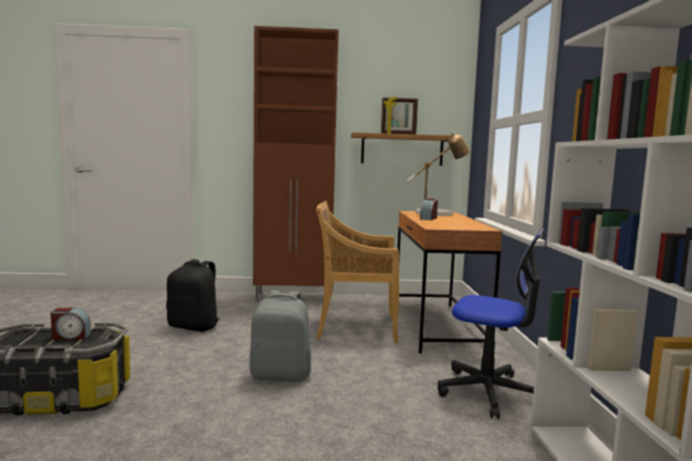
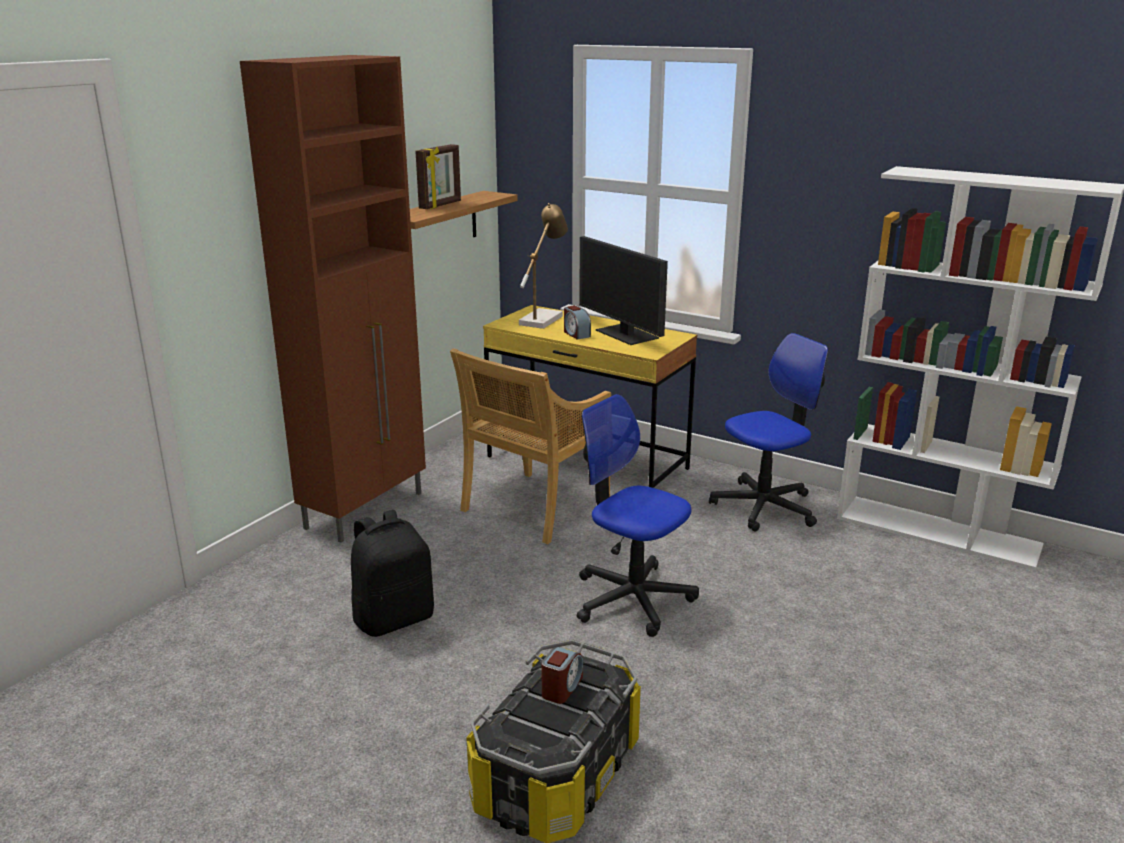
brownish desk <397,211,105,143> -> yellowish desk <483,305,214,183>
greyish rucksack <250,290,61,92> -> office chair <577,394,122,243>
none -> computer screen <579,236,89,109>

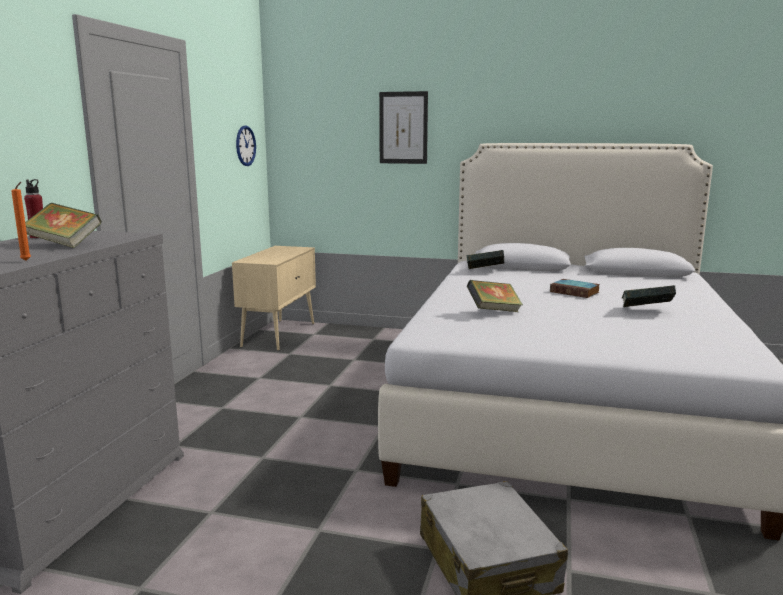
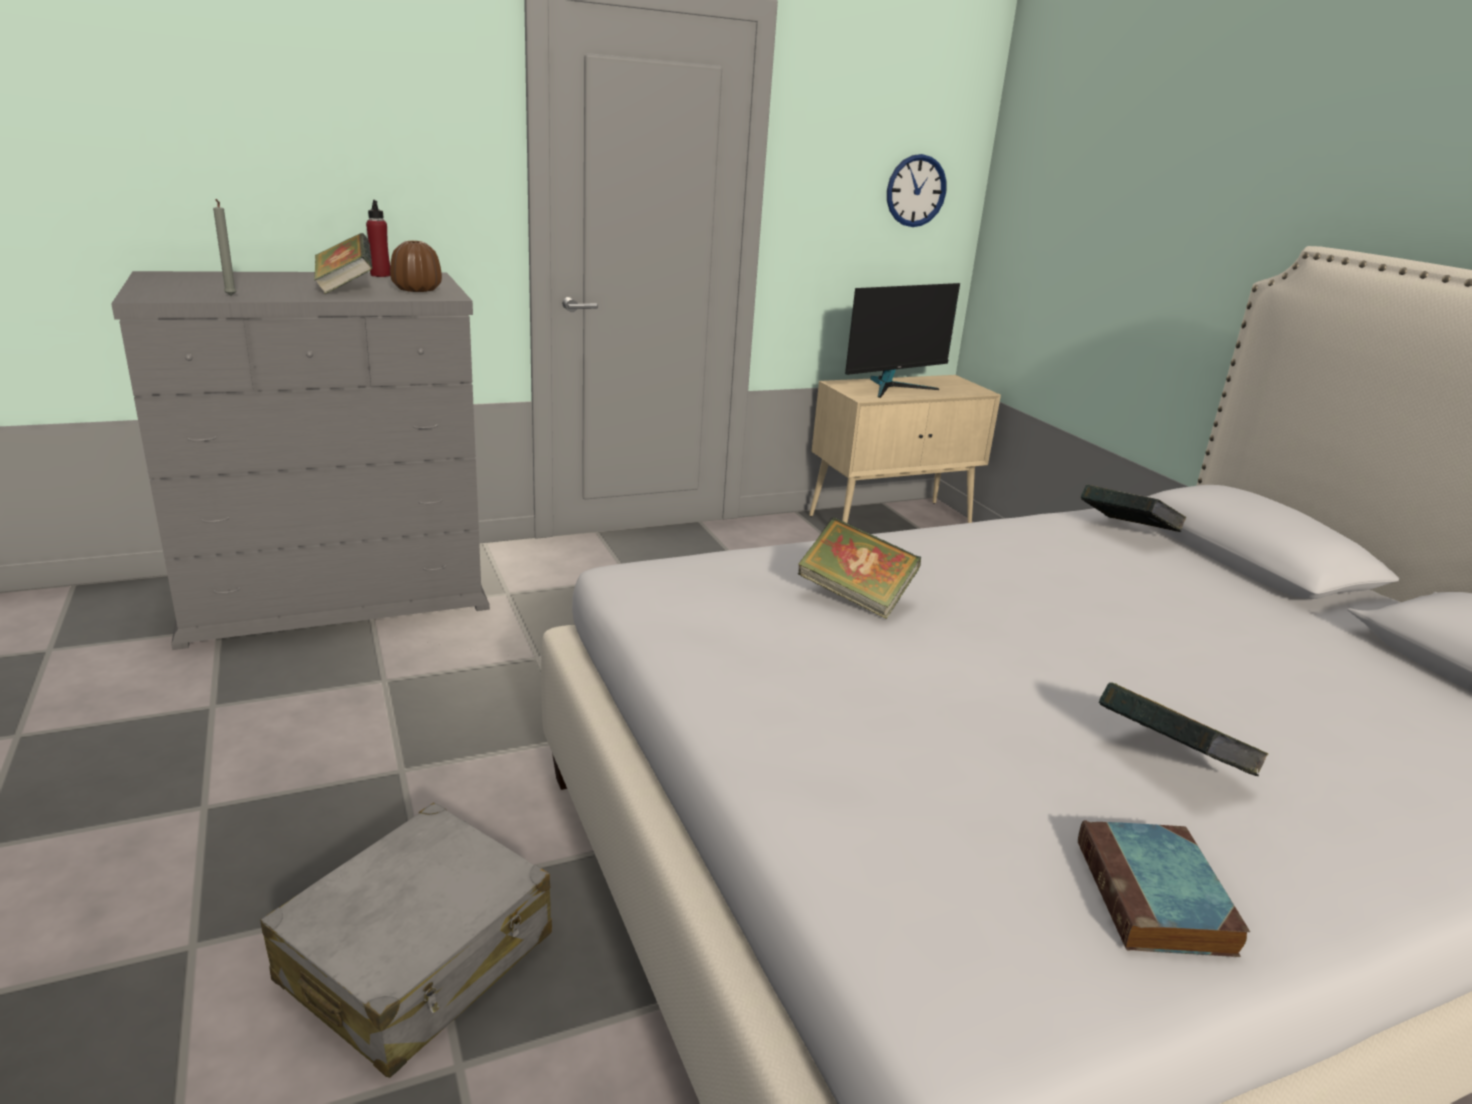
orange candle <11,182,20,79> -> greyish candle <213,199,23,97>
none -> brownish flower vase <390,241,52,51>
none -> computer screen <845,283,115,115>
volume <550,279,50,19> -> volume <1078,820,172,137>, relocated
wall picture <379,91,49,73> -> none

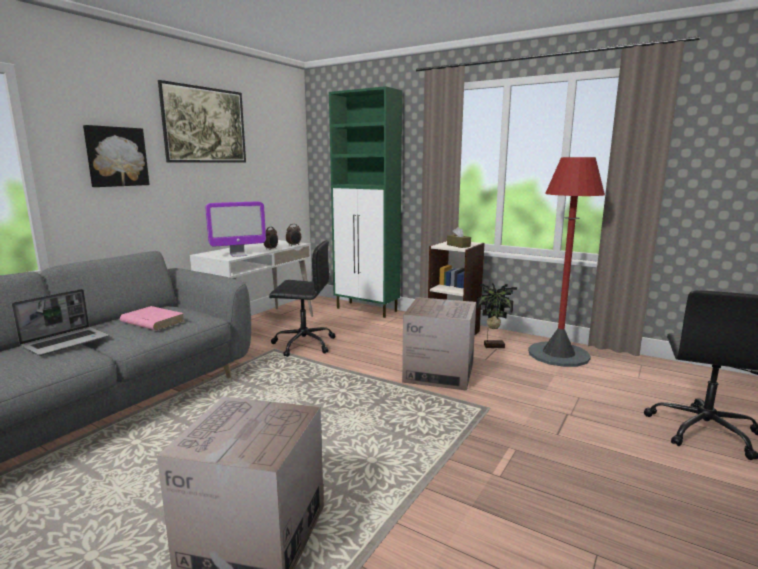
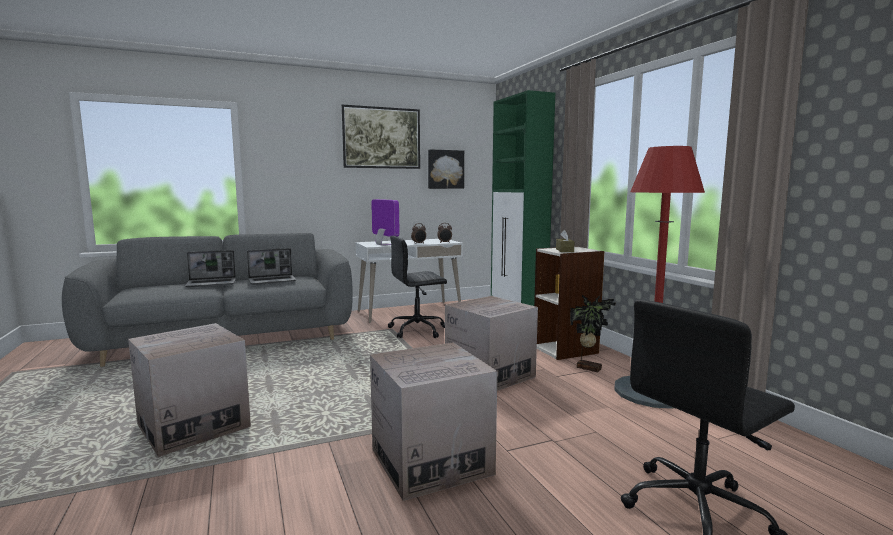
pinkish volume <120,306,64,24> -> laptop <247,248,50,37>
none -> cardboard box <370,342,127,159>
computer screen <206,201,60,56> -> computer screen <371,199,28,47>, 135 degrees counterclockwise
black office chair <269,240,66,117> -> black office chair <388,236,59,102>, 120 degrees clockwise
wall picture <83,125,67,62> -> wall picture <428,149,36,40>, relocated

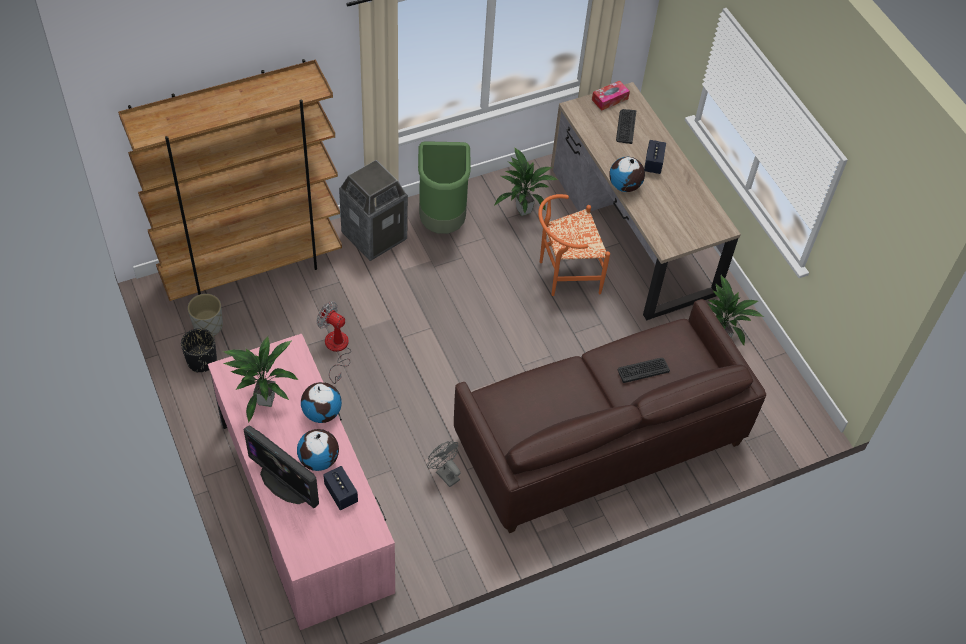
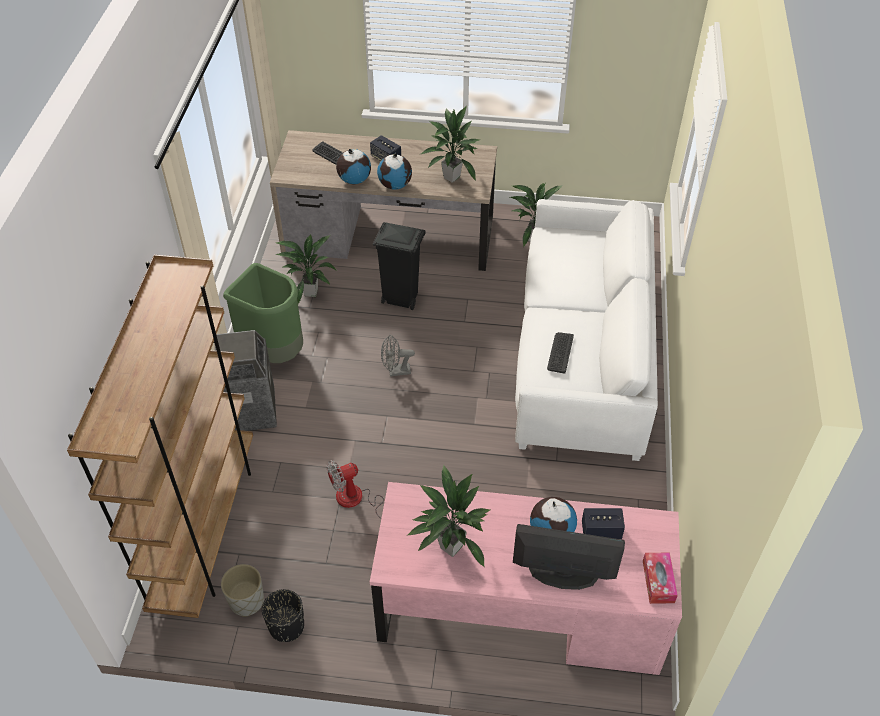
globe <301,382,41,41> -> globe <336,149,35,35>, relocated
orange chair <538,194,72,102> -> black trash can <373,222,52,88>
greyish cooling fan <427,441,33,46> -> greyish cooling fan <381,335,34,42>, relocated
none -> plant in a pot <421,106,60,77>
computer screen <244,425,75,83> -> computer screen <513,524,112,66>, 150 degrees counterclockwise
brownish couch <454,299,312,234> -> white couch <515,199,143,262>
computer keyboard <618,358,52,25> -> computer keyboard <547,332,27,42>, relocated
tissue box <592,81,38,30> -> tissue box <643,552,35,52>, relocated

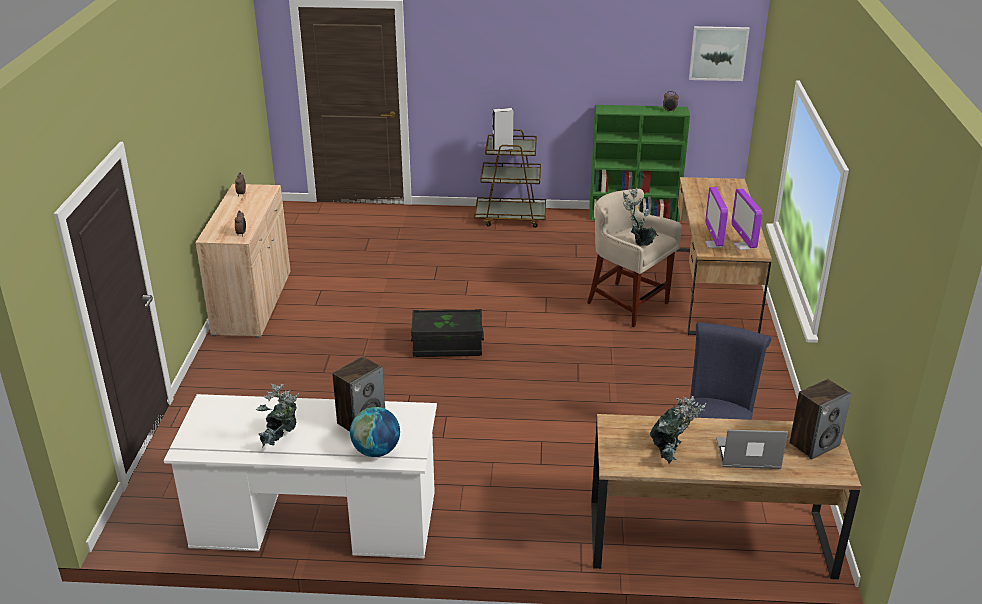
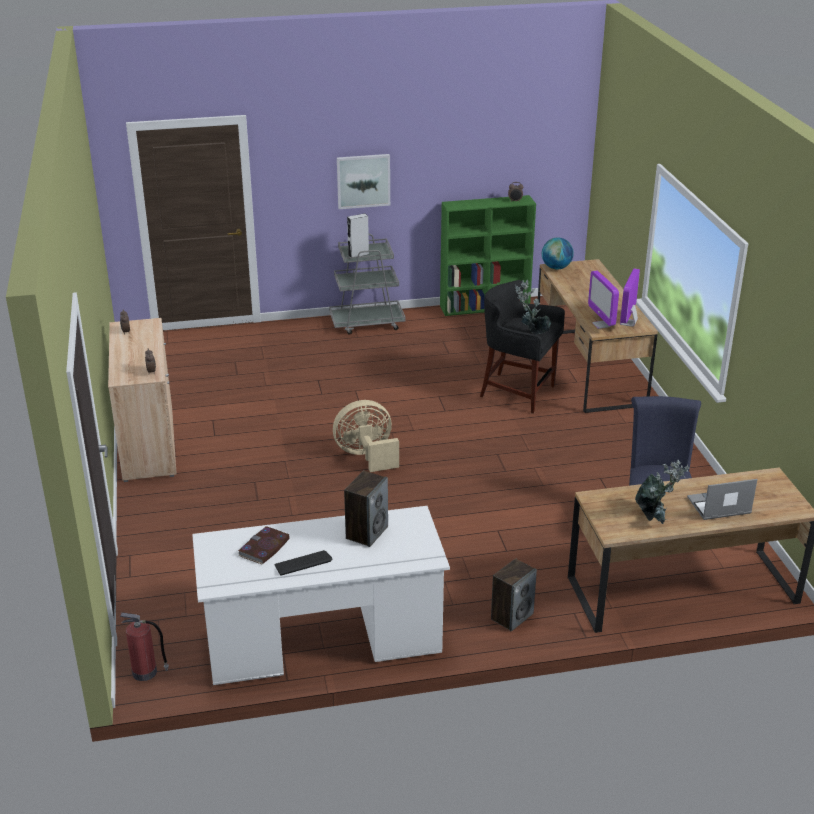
none -> extinguisher <120,613,49,68>
none -> volume <238,526,52,38>
plant in a pot <255,383,44,64> -> computer keyboard <274,550,58,26>
brownish trolley <474,129,72,99> -> greyish trolley <329,234,77,101>
black storage box <411,309,73,48> -> beige-coloured cooling fan <333,400,66,72>
wall picture <689,26,61,55> -> wall picture <337,154,53,55>, relocated
beige-coloured stool seat <587,189,95,139> -> black stool seat <480,280,85,134>
audio speaker <789,379,62,81> -> audio speaker <491,558,46,73>, relocated
globe <350,407,50,50> -> globe <542,237,32,32>, relocated
computer screen <731,188,31,62> -> computer screen <620,269,20,58>, 45 degrees clockwise

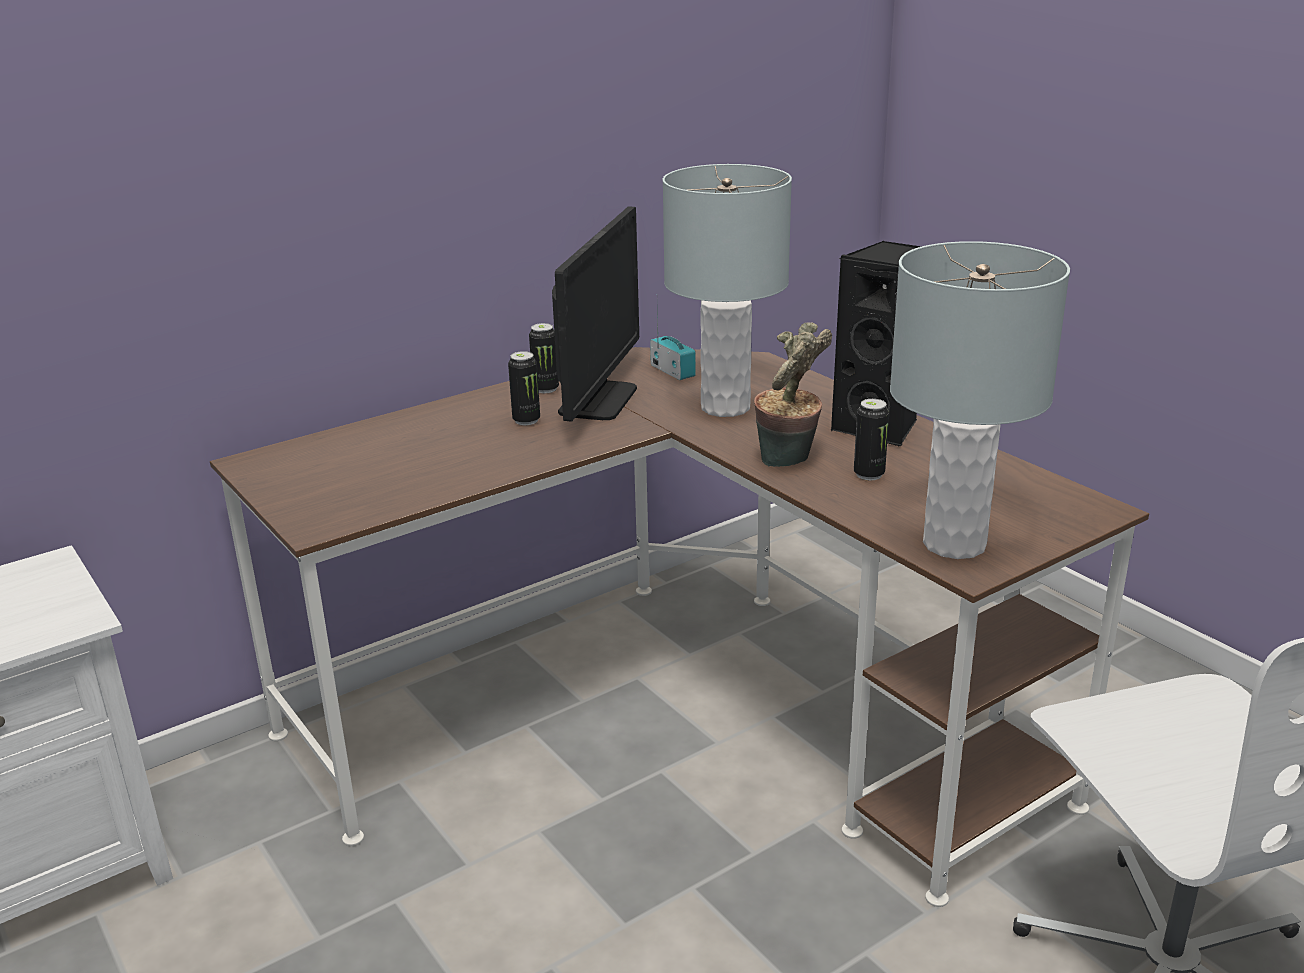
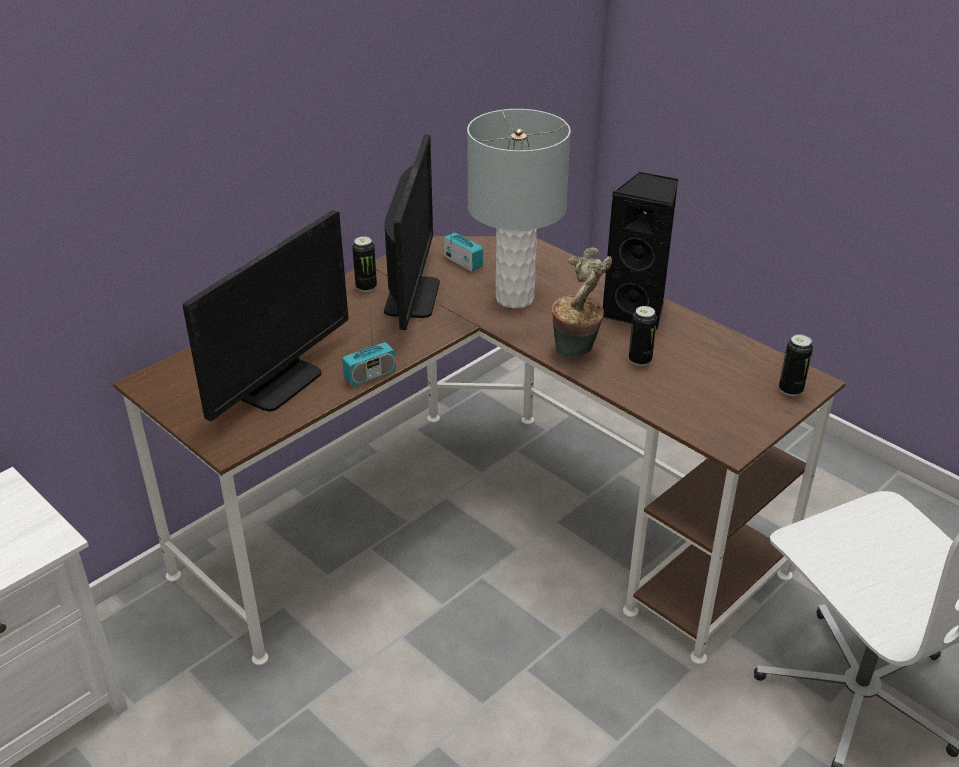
none -> computer screen <183,210,165,211>
none -> radio set <342,305,54,81>
sealed can <508,351,32,74> -> sealed can <779,334,34,62>, relocated
greyish tabletop lamp <890,241,180,318> -> none

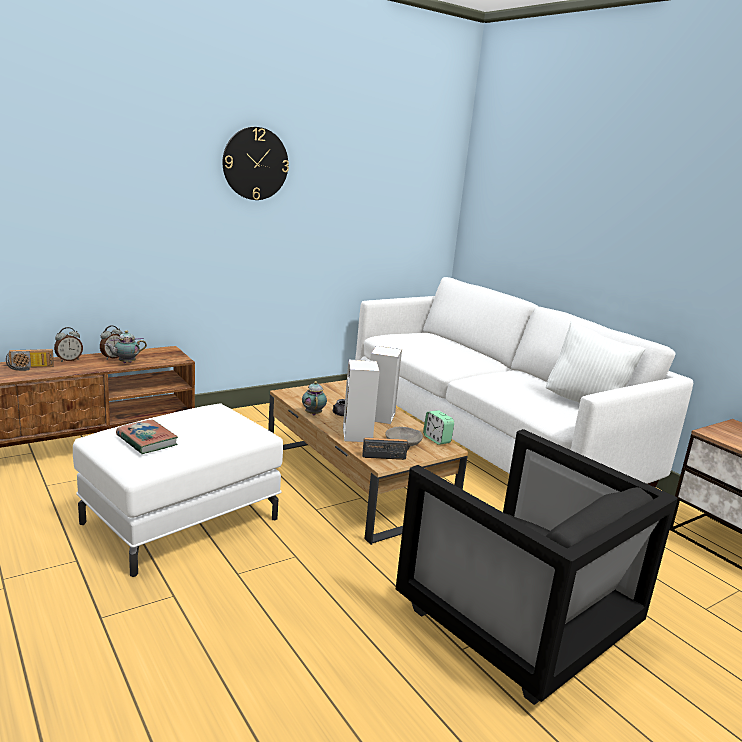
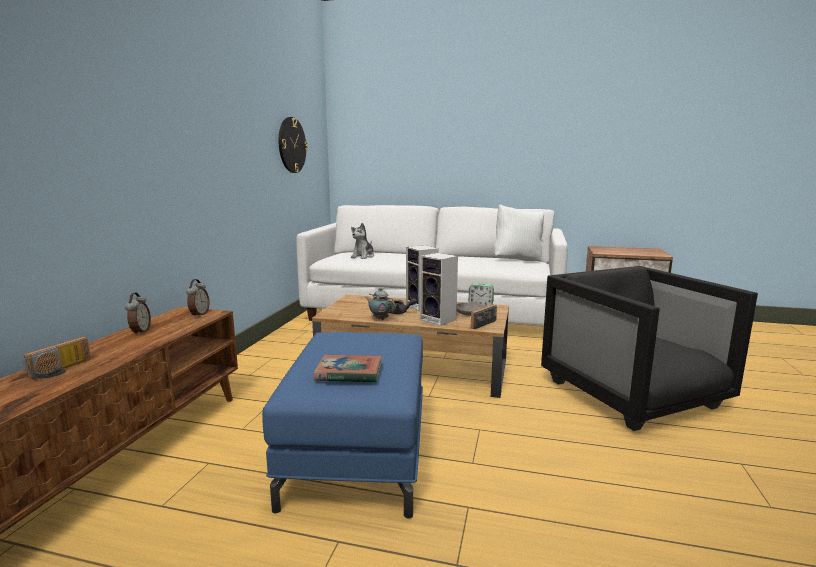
bedside clock <54,327,29,35> -> bedside clock <186,279,24,38>, relocated
white ottoman <73,403,210,174> -> blue ottoman <262,332,161,186>
wall clock <223,127,66,73> -> wall clock <279,117,29,56>, relocated
none -> cuddly toy <351,223,23,36>
black easy chair <396,429,282,276> -> black easy chair <541,266,217,165>, 120 degrees counterclockwise
pot for tea <105,331,42,32> -> none

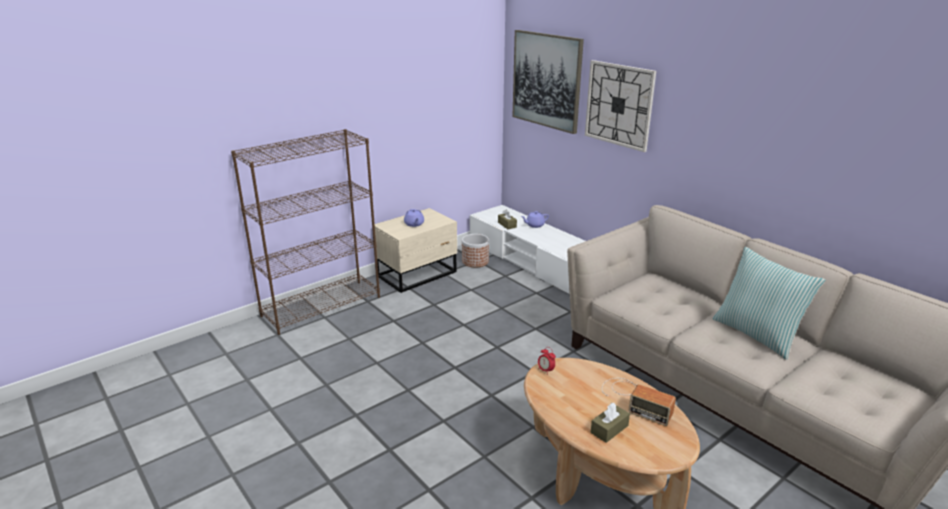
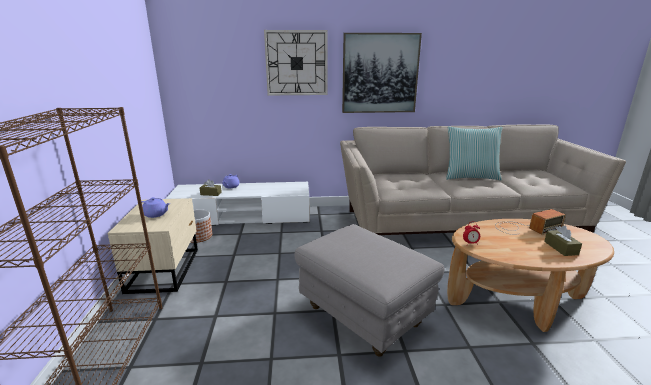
none -> greyish ottoman <295,224,149,133>
wall picture <512,30,72,104> -> wall picture <342,33,80,80>, relocated

